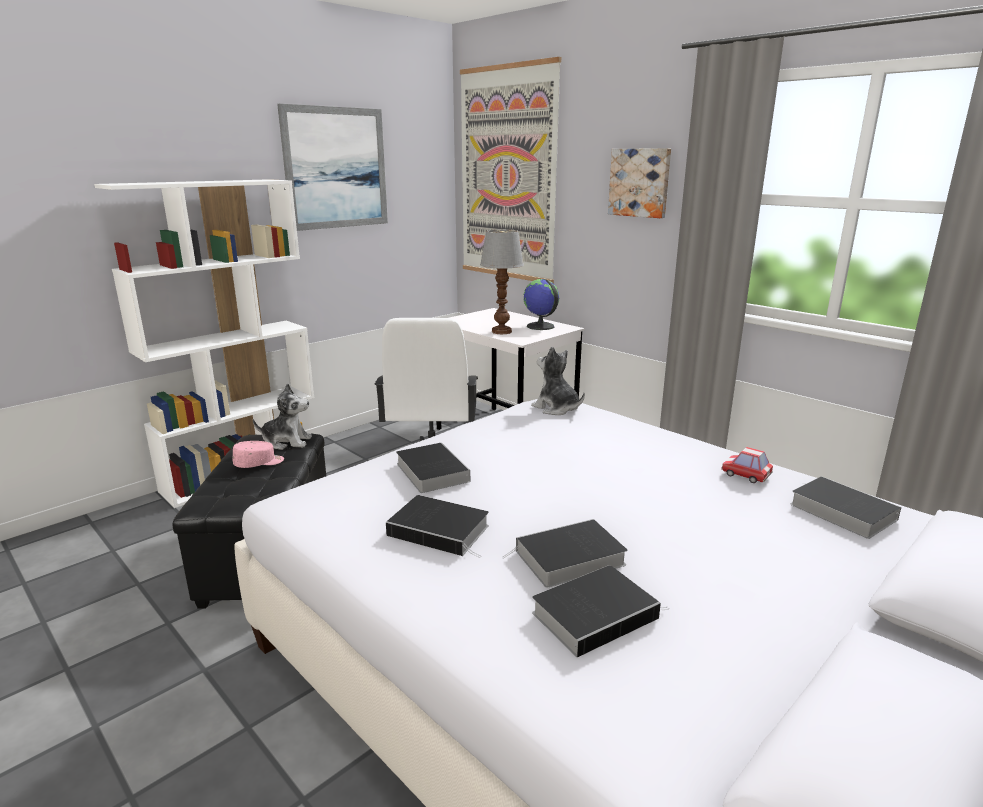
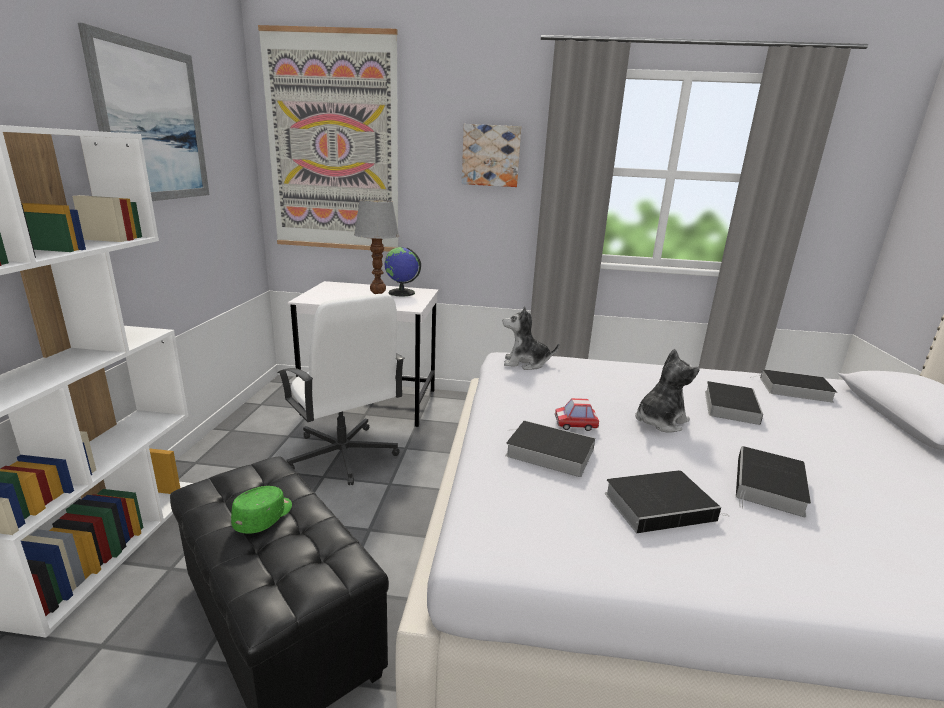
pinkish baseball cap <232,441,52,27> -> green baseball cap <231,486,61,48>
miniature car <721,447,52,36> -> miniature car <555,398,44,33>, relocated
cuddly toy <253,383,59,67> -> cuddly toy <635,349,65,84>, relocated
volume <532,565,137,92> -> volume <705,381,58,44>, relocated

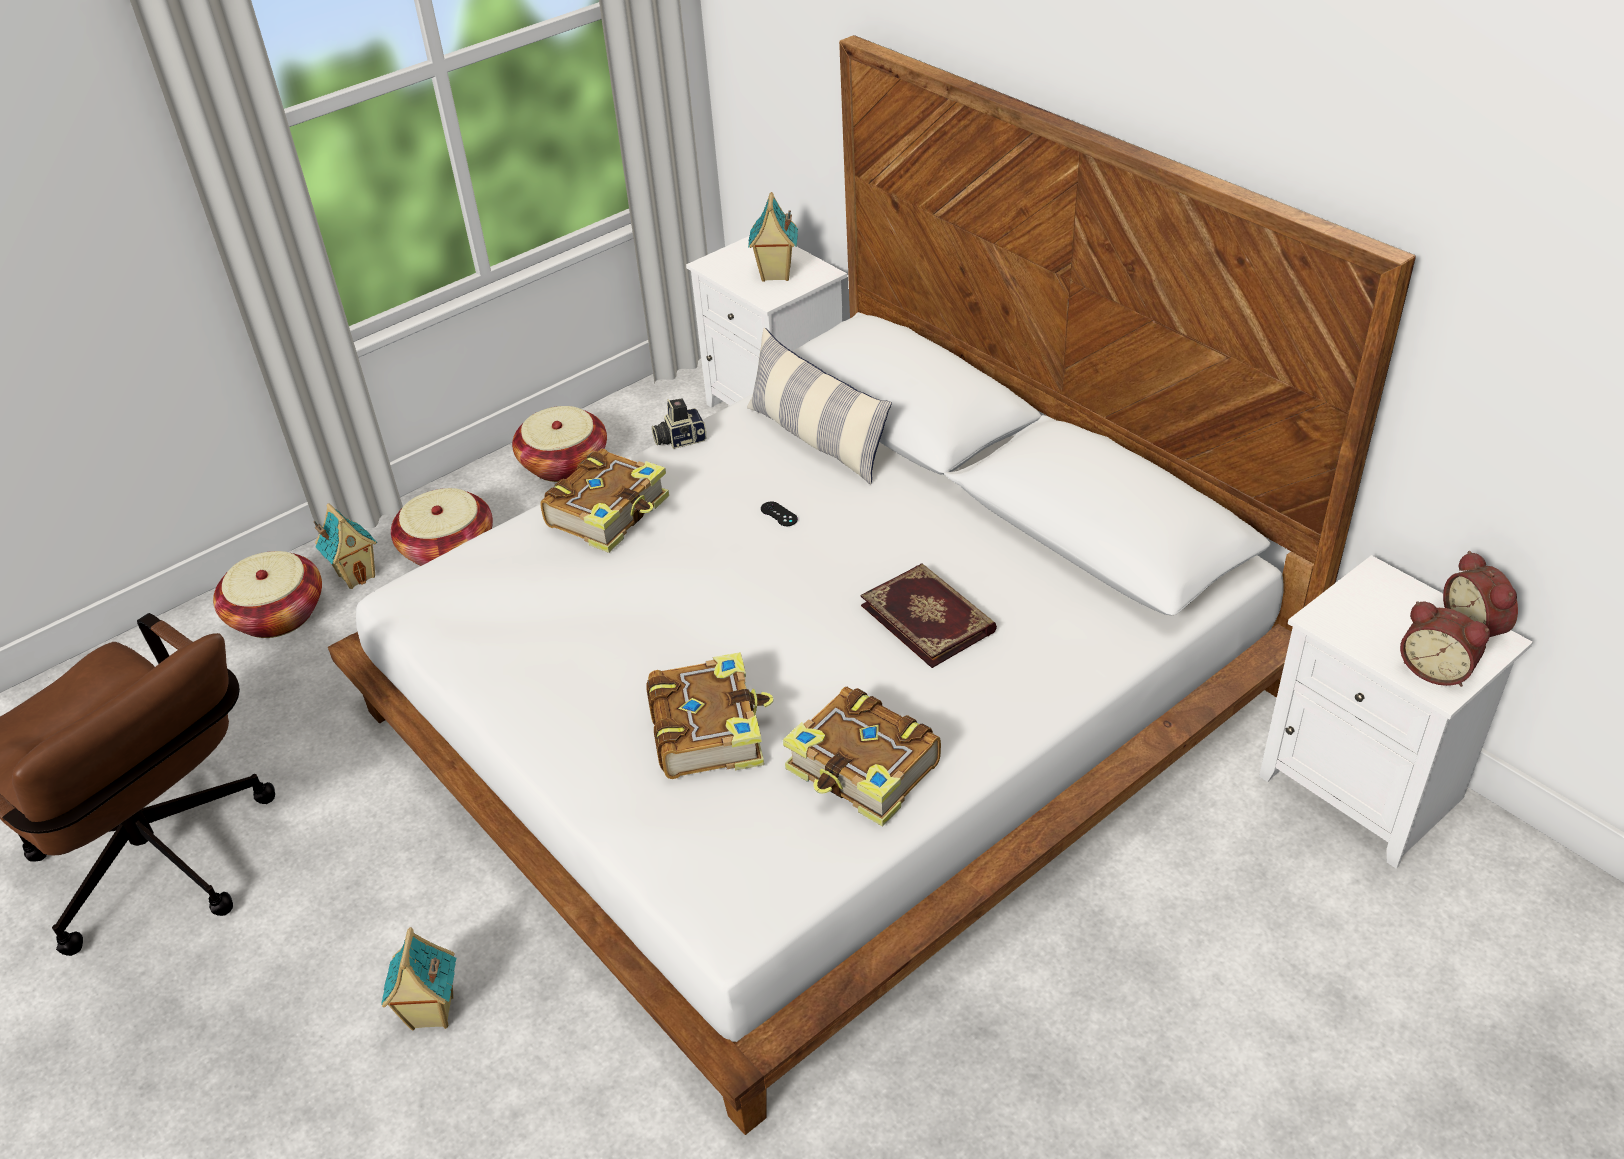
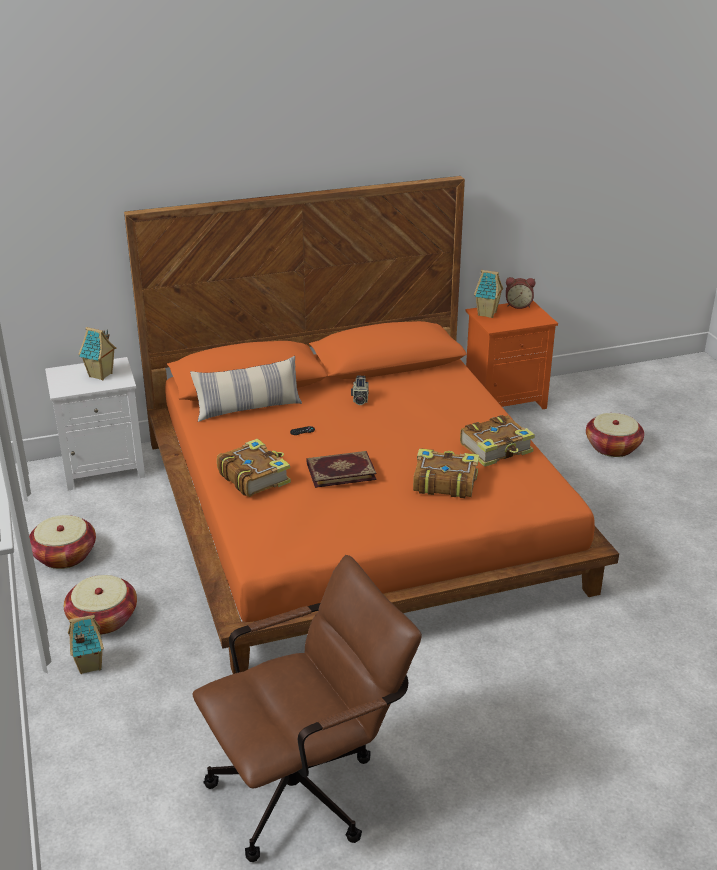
white bed <328,35,1088,1100> -> orange bed <124,176,495,498>
volume <861,563,136,105> -> volume <307,451,70,37>, relocated
still camera <652,398,54,51> -> still camera <351,376,18,29>, relocated
white bedside table <1259,555,274,314> -> orange bedside table <466,301,92,108>
model house <381,927,75,104> -> model house <474,270,29,48>, relocated
storage basket <213,551,109,87> -> storage basket <586,413,58,44>, relocated
bedside clock <1400,601,90,86> -> none

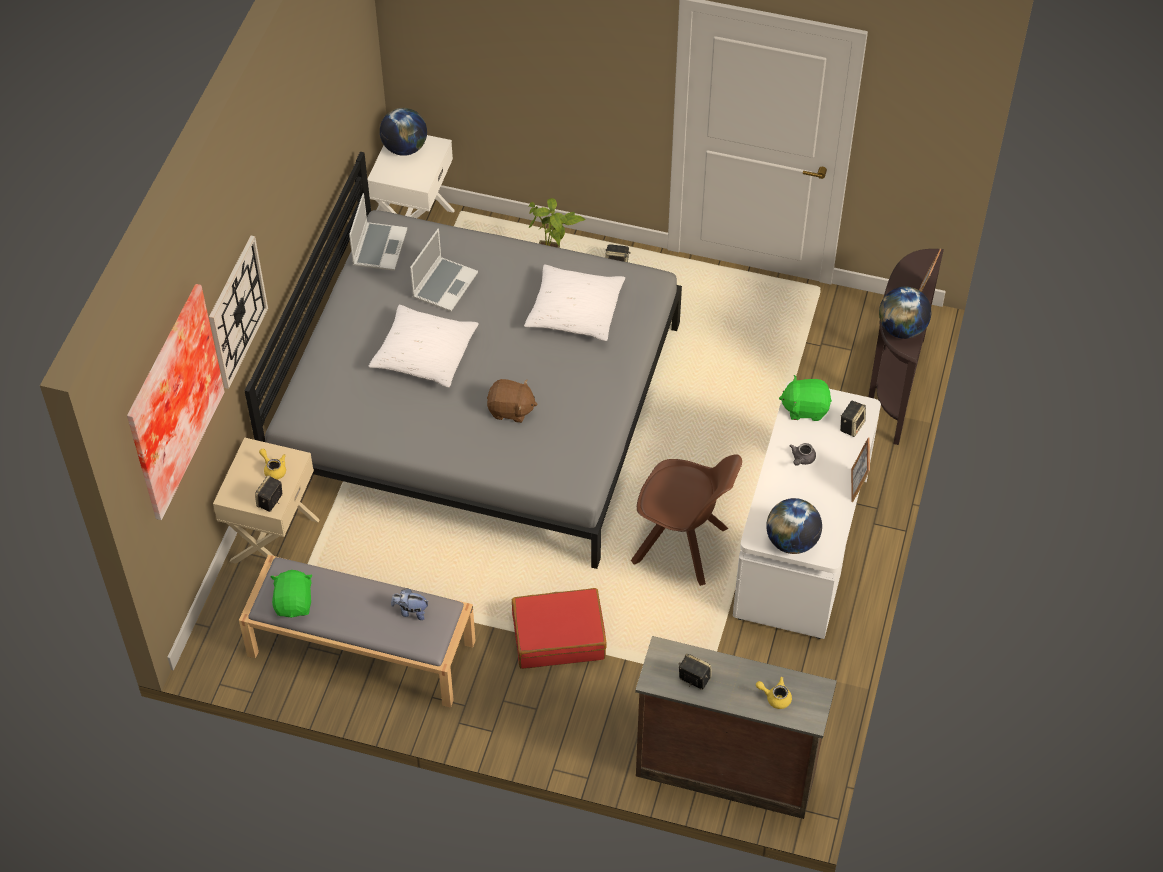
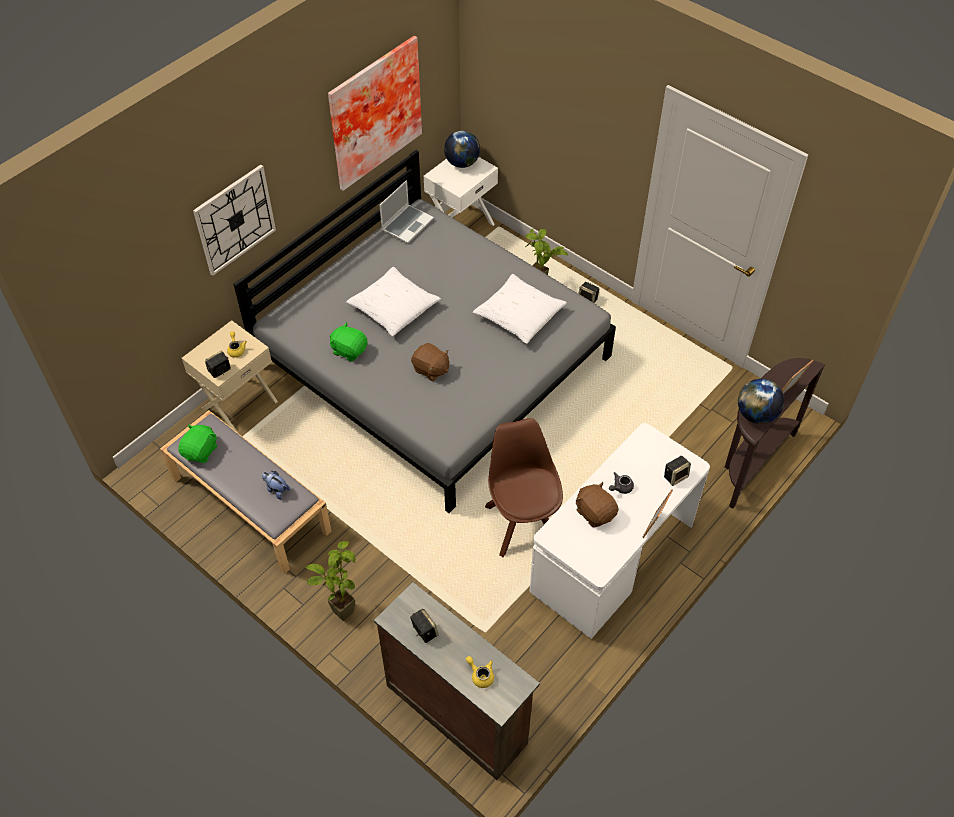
none -> plant in a pot <305,541,50,80>
wall picture <127,284,98,236> -> wall picture <328,36,94,155>, relocated
green cuddly toy <779,375,53,46> -> green cuddly toy <330,322,37,40>, relocated
brownish chair <631,454,111,132> -> brownish chair <485,418,78,140>, 150 degrees counterclockwise
none -> brownish cuddly toy <576,482,43,46>
laptop <410,228,68,84> -> none
red-coloured piece of luggage <512,588,95,81> -> none
globe <766,498,56,56> -> none

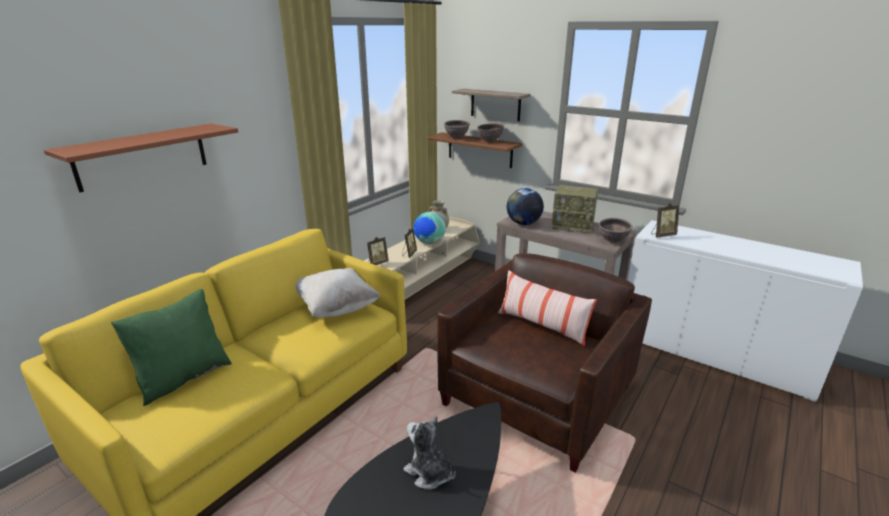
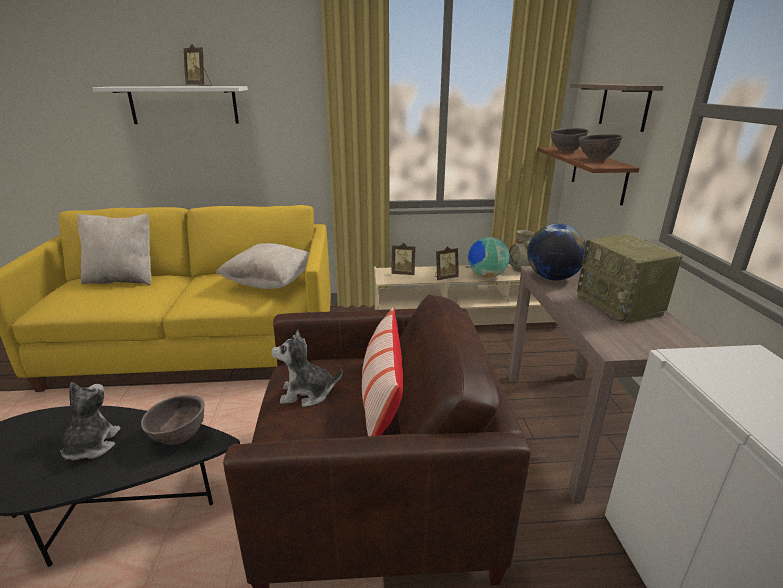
green pillow <111,289,121,117> -> beige-coloured pillow <77,214,74,71>
brownish shelf <44,123,194,69> -> white shelf <93,86,155,38>
brownish deep dish <599,218,34,25> -> brownish deep dish <141,395,64,50>, relocated
picture frame <651,203,29,35> -> picture frame <184,44,28,42>, relocated
none -> cuddly toy <271,330,72,77>

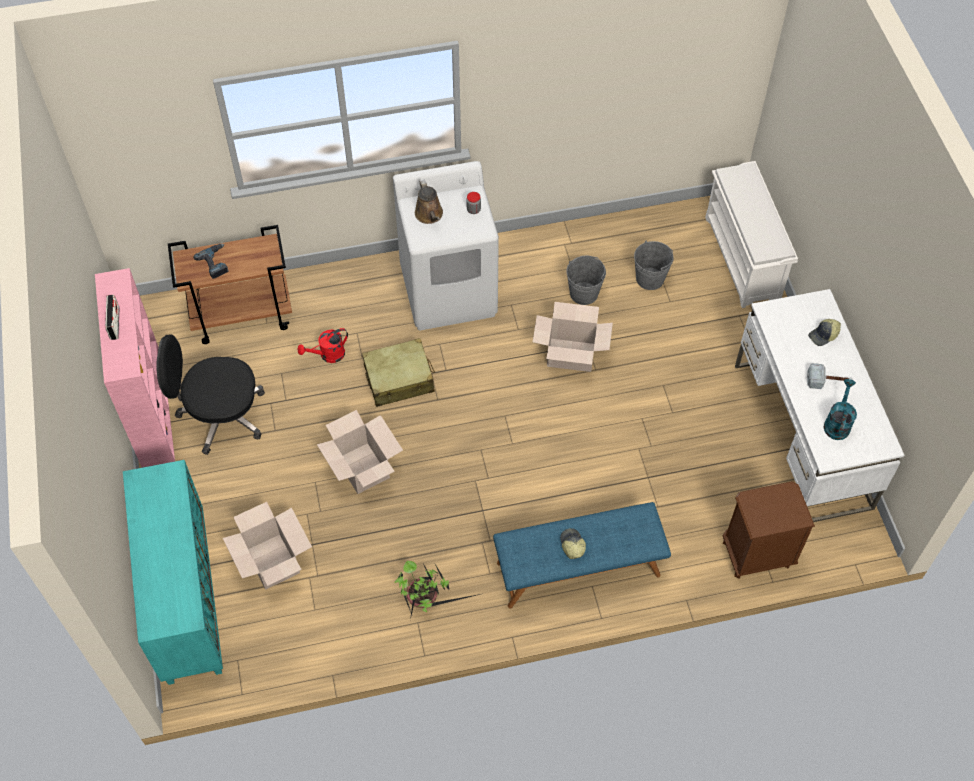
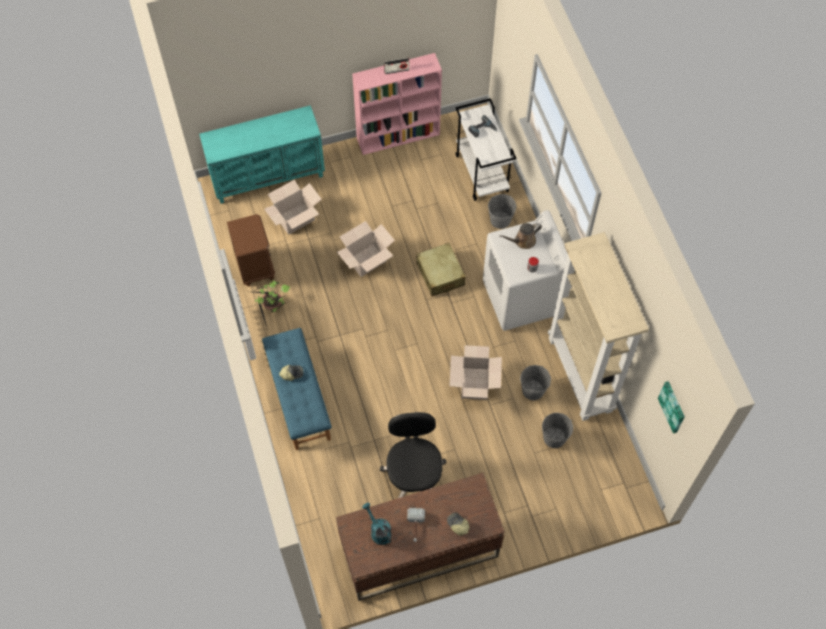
brownish bedside table <723,481,92,98> -> brownish bedside table <227,214,48,73>, relocated
white desk <735,289,169,233> -> brownish desk <336,473,169,128>
blue-green watering can <824,379,33,61> -> blue-green watering can <362,503,29,42>, 135 degrees counterclockwise
black office chair <156,334,109,121> -> black office chair <380,412,67,86>, relocated
brownish trolley <168,225,124,119> -> white trolley <455,98,61,103>
none -> greyish bucket <488,194,28,35>
none -> beige-coloured shelving unit <548,232,101,189>
none -> wall picture <658,381,27,53>
red-coloured watering can <298,328,50,35> -> none
white shoe shelf <705,161,93,147> -> none

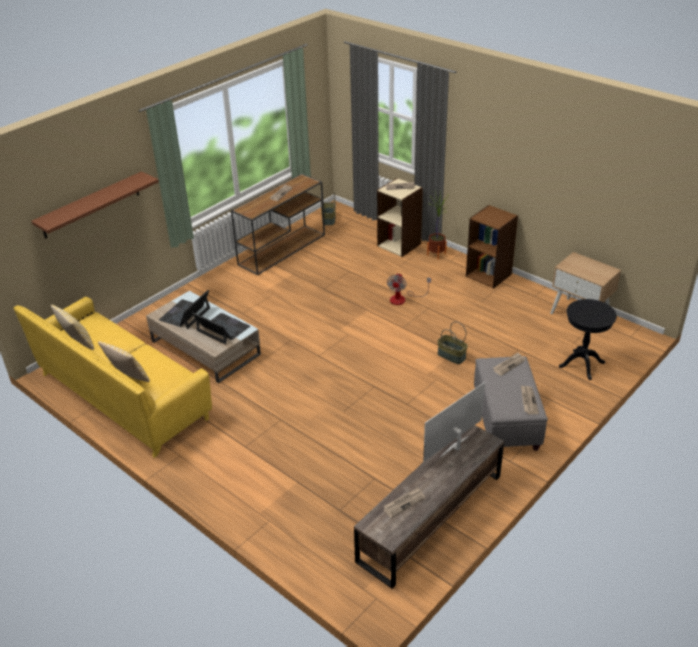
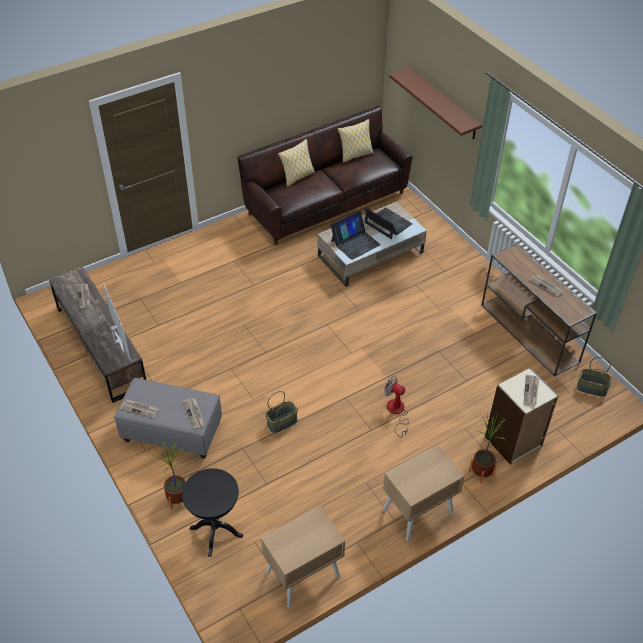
none -> plant in a pot <150,440,36,69>
yellowish couch <14,297,198,161> -> brownish couch <237,106,176,139>
brownish shelving unit <466,205,52,84> -> beige-coloured bedside table <383,445,82,96>

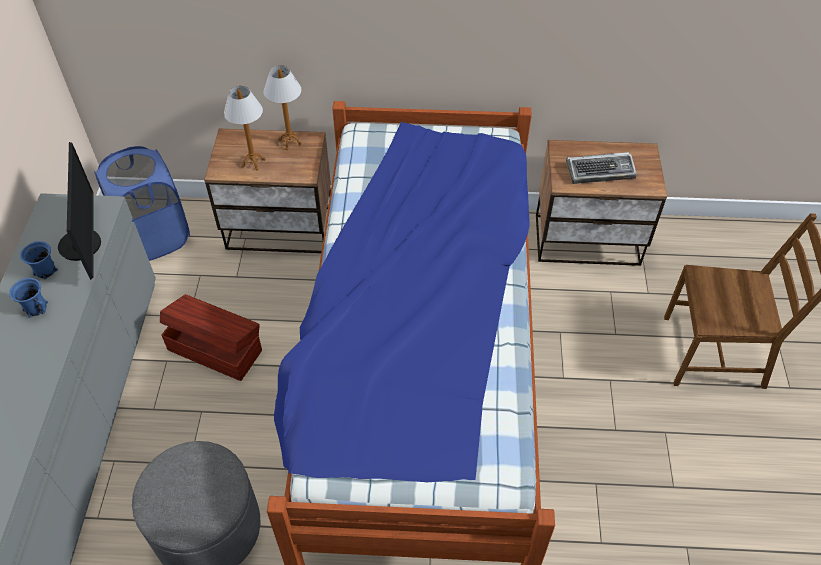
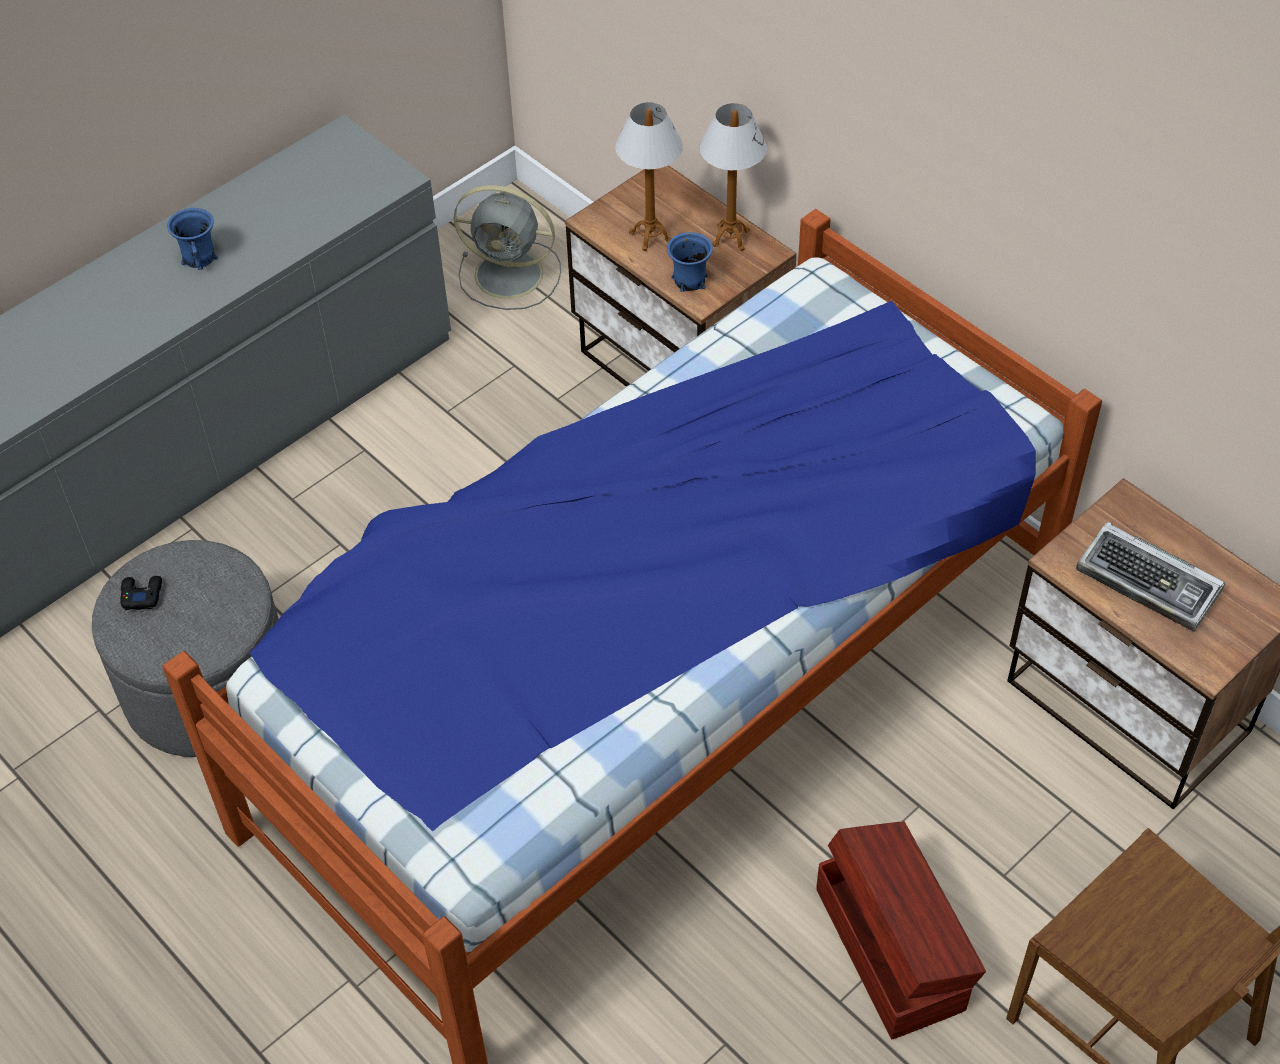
none -> black game controller <121,576,41,34>
blue hamper <94,146,96,115> -> greyish cooling fan <454,185,107,125>
blue tea mug <20,241,38,39> -> blue tea mug <667,232,46,60>, relocated
brownish storage box <160,294,102,87> -> brownish storage box <816,822,170,217>, relocated
computer screen <58,142,43,138> -> none

